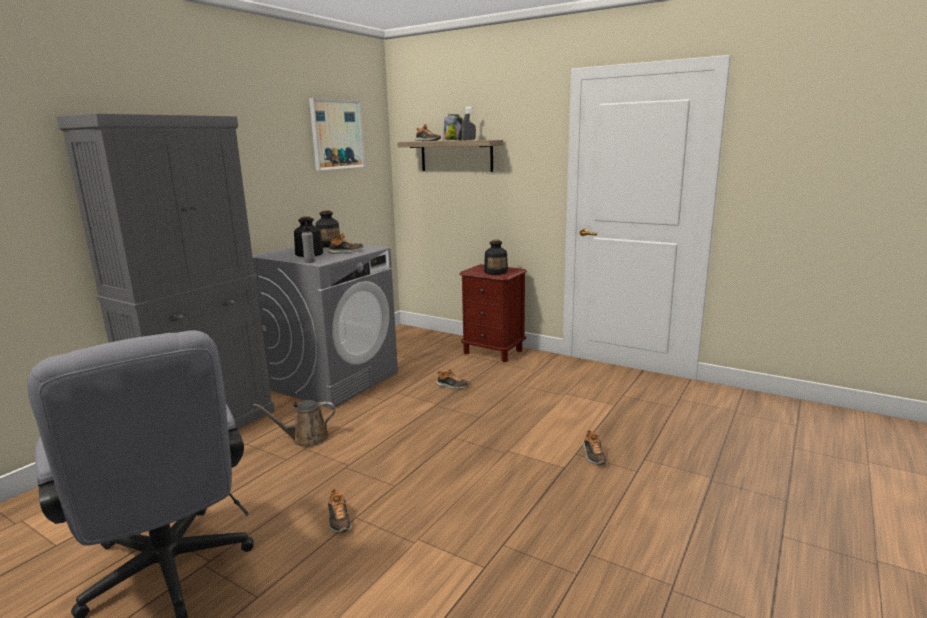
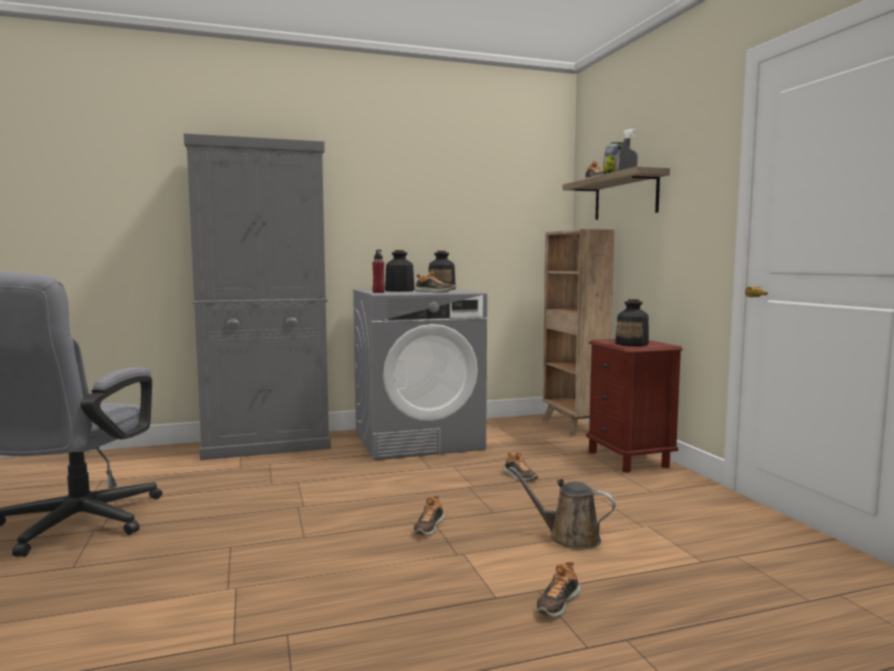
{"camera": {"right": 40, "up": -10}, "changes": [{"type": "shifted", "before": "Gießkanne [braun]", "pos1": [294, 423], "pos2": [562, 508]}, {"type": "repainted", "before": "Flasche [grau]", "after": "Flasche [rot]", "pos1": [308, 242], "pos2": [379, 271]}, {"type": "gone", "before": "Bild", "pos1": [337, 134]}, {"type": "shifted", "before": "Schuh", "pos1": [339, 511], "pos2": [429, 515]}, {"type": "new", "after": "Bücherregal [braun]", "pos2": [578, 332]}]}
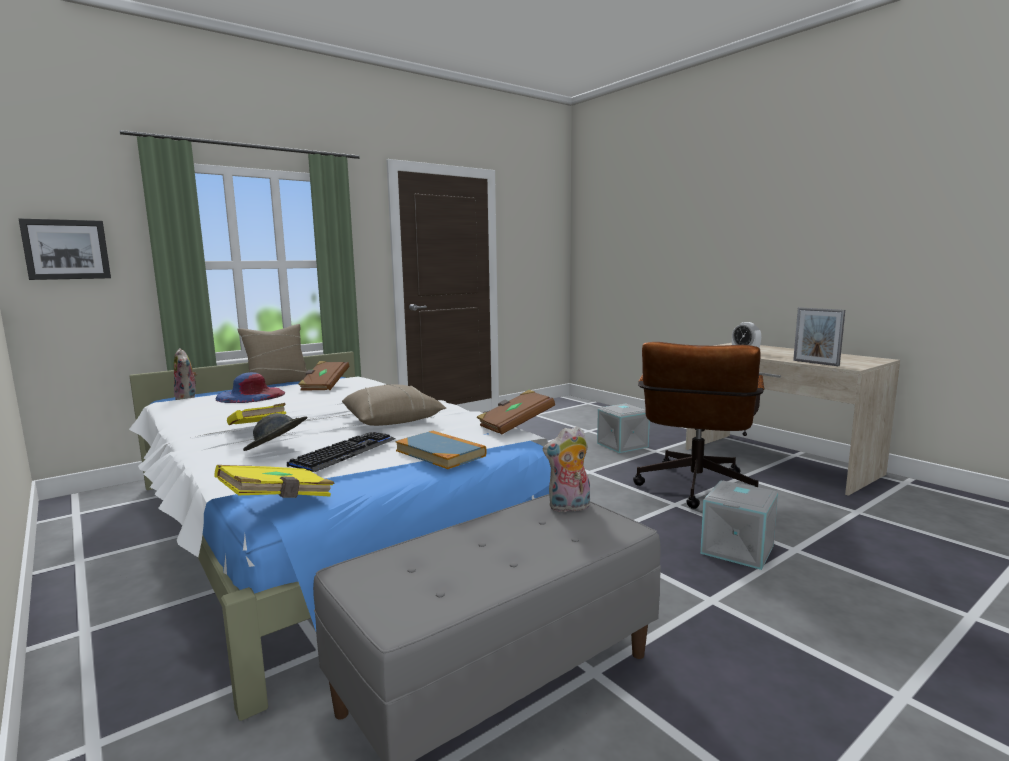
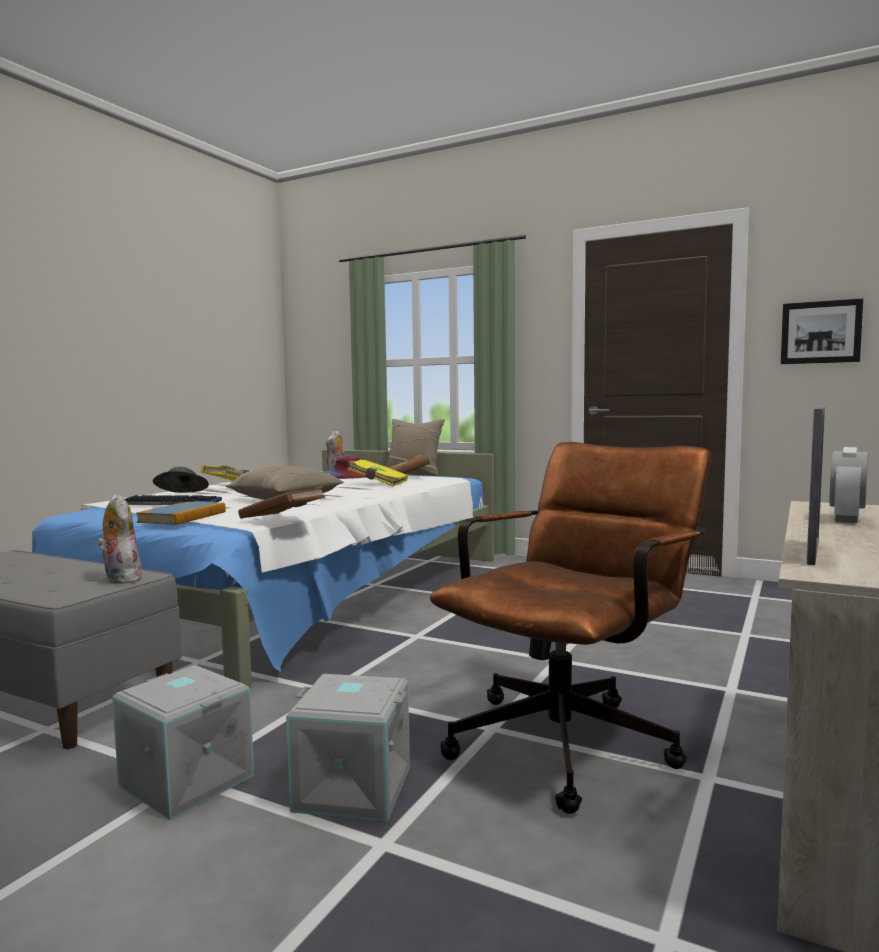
{"camera": {"right": 65, "up": -5}, "changes": [{"type": "shifted", "before": "Bild", "pos1": [65, 249], "pos2": [822, 331]}, {"type": "shifted", "before": "Buch [gelb]", "pos1": [274, 481], "pos2": [377, 473]}, {"type": "shifted", "before": "Aufbewahrungsbox [grau]", "pos1": [623, 428], "pos2": [183, 742]}, {"type": "rotated", "before": "Bürostuhl [braun]", "pos1": [698, 425], "pos2": [570, 628], "turn": 135}]}
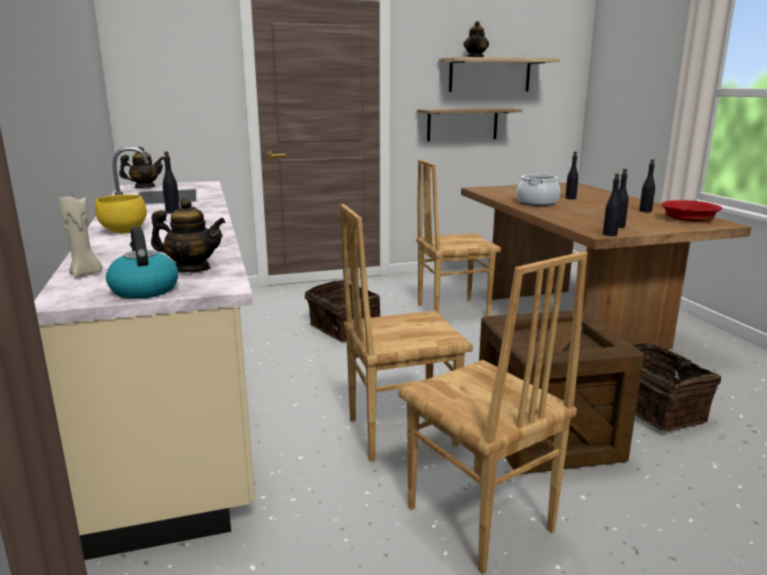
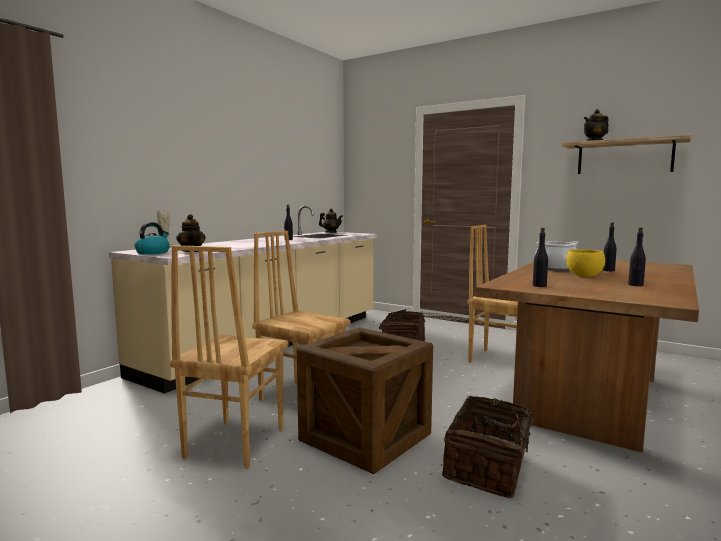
{"camera": {"right": 50, "up": -10}, "changes": [{"type": "shifted", "before": "Schüssel [gelb]", "pos1": [121, 214], "pos2": [585, 263]}, {"type": "gone", "before": "Wandregal", "pos1": [469, 124]}, {"type": "gone", "before": "Flasche [schwarz]", "pos1": [612, 204]}, {"type": "gone", "before": "Schüssel [rot]", "pos1": [691, 211]}]}
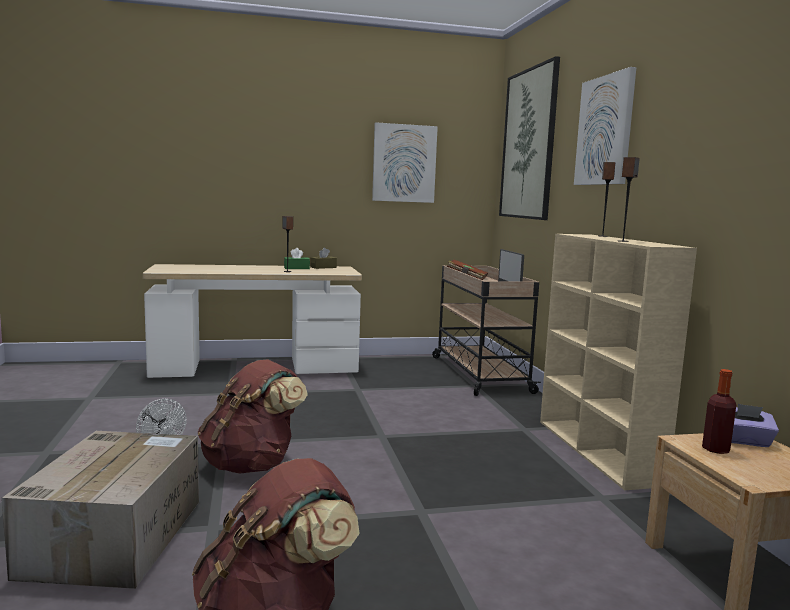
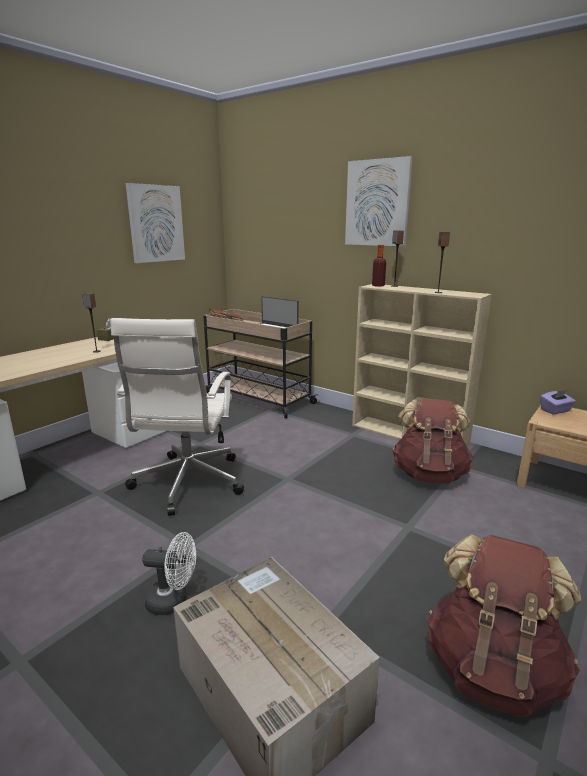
{"camera": {"right": -40, "up": 10}, "changes": [{"type": "shifted", "before": "Rucksack [braun]", "pos1": [253, 417], "pos2": [433, 441]}, {"type": "gone", "before": "Taschentuchbox [grün]", "pos1": [297, 258]}, {"type": "gone", "before": "Bild", "pos1": [529, 138]}, {"type": "shifted", "before": "Flasche", "pos1": [719, 411], "pos2": [379, 266]}, {"type": "new", "after": "Bürostuhl [weiß]", "pos2": [177, 417]}]}
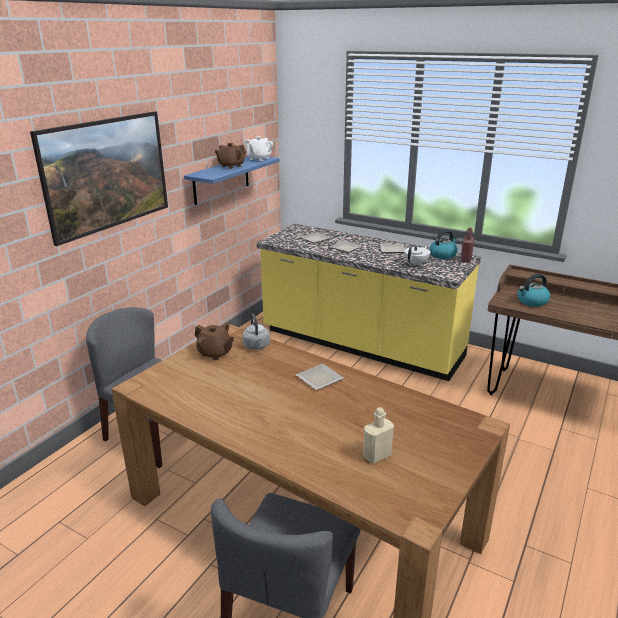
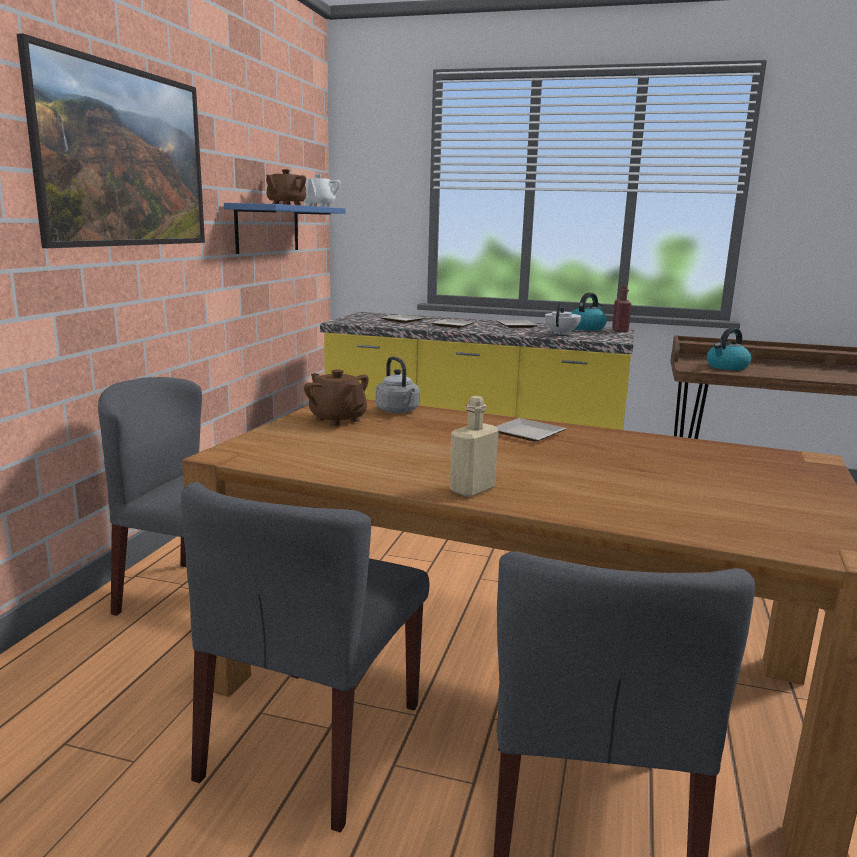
{"camera": {"right": -15, "up": -10}, "changes": [{"type": "rotated", "before": "Teekanne [braun]", "pos1": [214, 341], "pos2": [336, 397], "turn": -150}, {"type": "shifted", "before": "Flasche [beige]", "pos1": [378, 435], "pos2": [474, 446]}, {"type": "new", "after": "Stuhl [grau]", "pos2": [305, 657]}]}
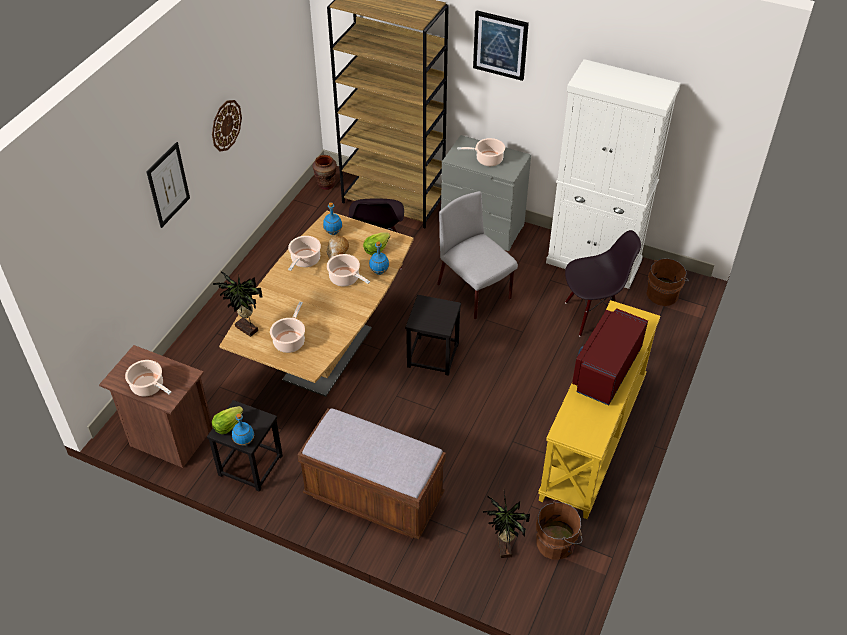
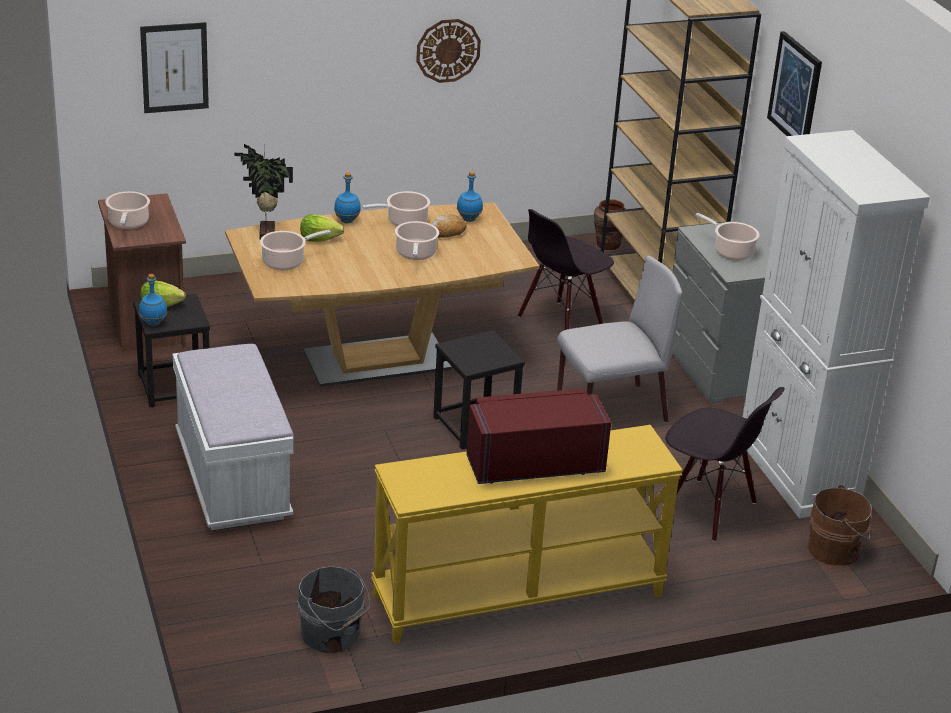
{"camera": {"right": 45, "up": -15}, "changes": [{"type": "shifted", "before": "Bild", "pos1": [168, 185], "pos2": [174, 67]}, {"type": "repainted", "before": "Bank [braun]", "after": "Bank [weiß]", "pos1": [371, 474], "pos2": [233, 437]}, {"type": "shifted", "before": "Salatkopf", "pos1": [376, 243], "pos2": [322, 228]}, {"type": "shifted", "before": "Flasche [blau]", "pos1": [379, 258], "pos2": [347, 198]}, {"type": "rotated", "before": "Stuhl [grau]", "pos1": [477, 255], "pos2": [619, 339], "turn": 60}, {"type": "gone", "before": "Topfpflanze", "pos1": [506, 525]}, {"type": "repainted", "before": "Eimer [braun]", "after": "Eimer [grau]", "pos1": [559, 530], "pos2": [334, 609]}]}
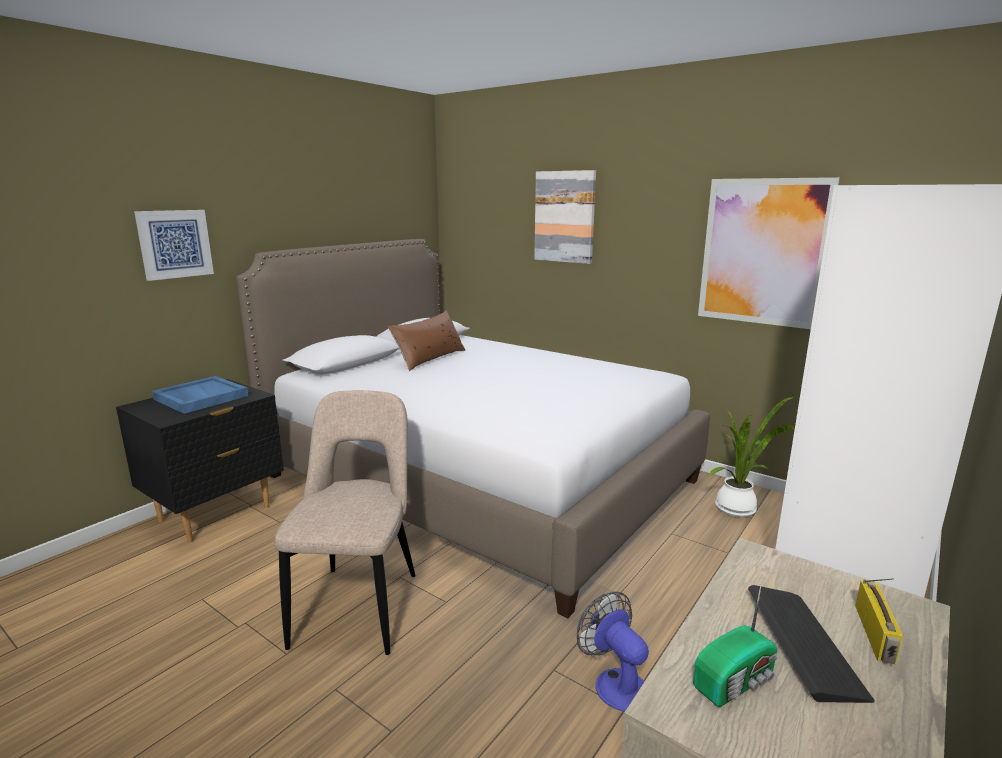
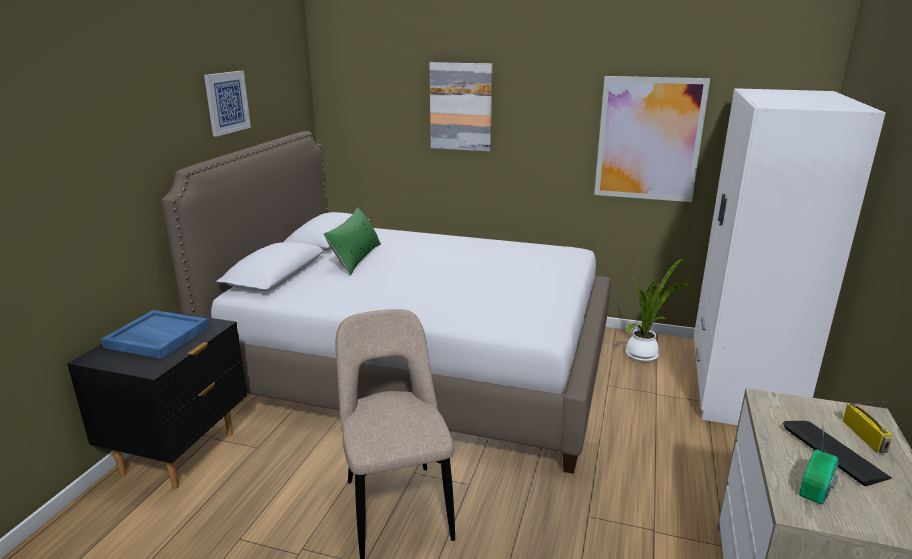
{"camera": {"right": -20, "up": 5}, "changes": [{"type": "shifted", "before": "Bild", "pos1": [174, 245], "pos2": [227, 104]}, {"type": "repainted", "before": "Kissen [braun]", "after": "Kissen [grün]", "pos1": [426, 341], "pos2": [352, 241]}, {"type": "gone", "before": "Ventilator", "pos1": [613, 652]}]}
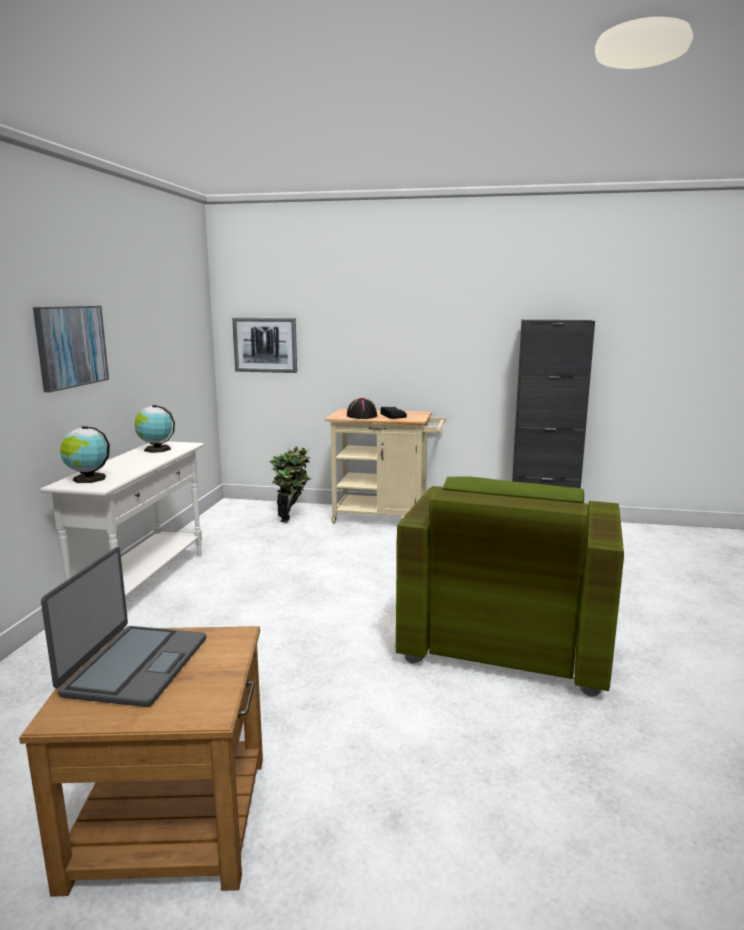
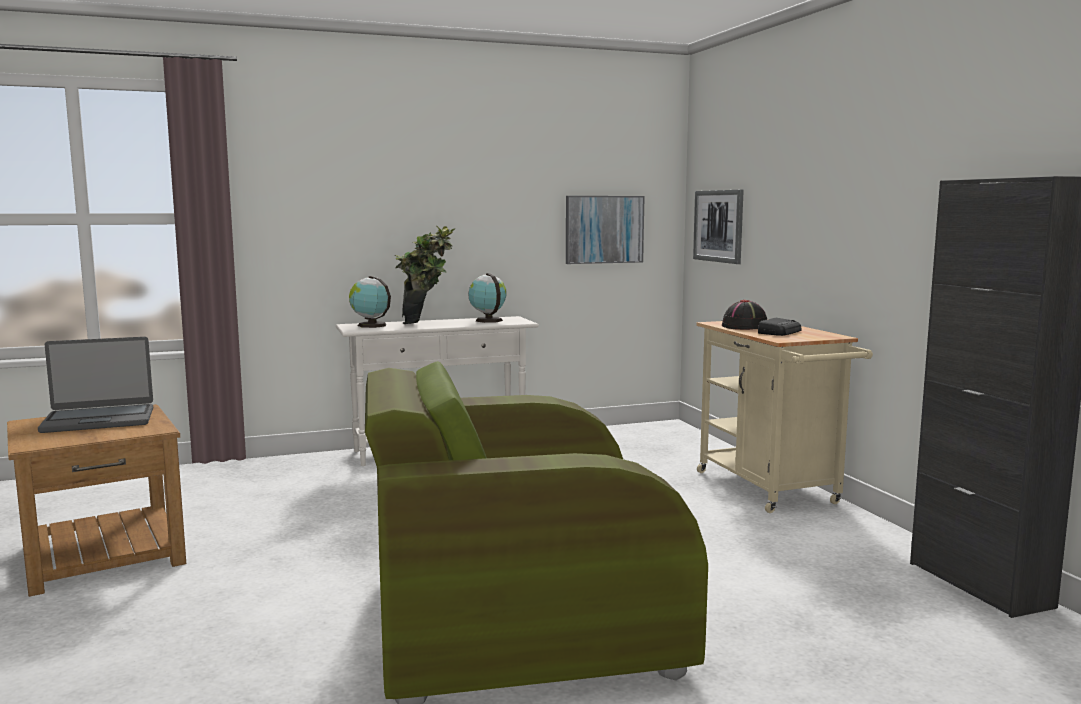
{"camera": {"right": 60, "up": -5}, "changes": [{"type": "shifted", "before": "Bild", "pos1": [71, 349], "pos2": [605, 230]}, {"type": "shifted", "before": "Topfpflanze", "pos1": [290, 484], "pos2": [425, 275]}]}
